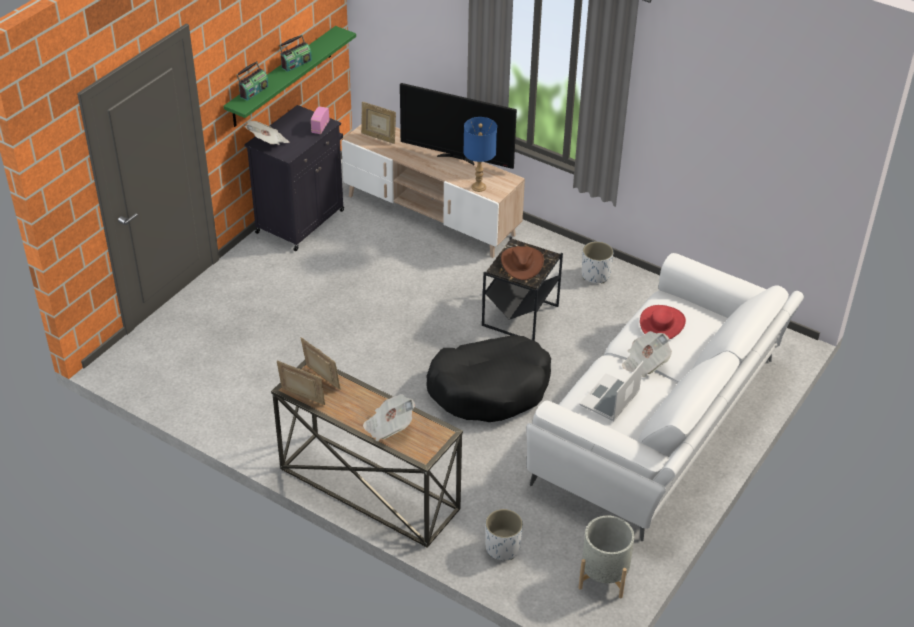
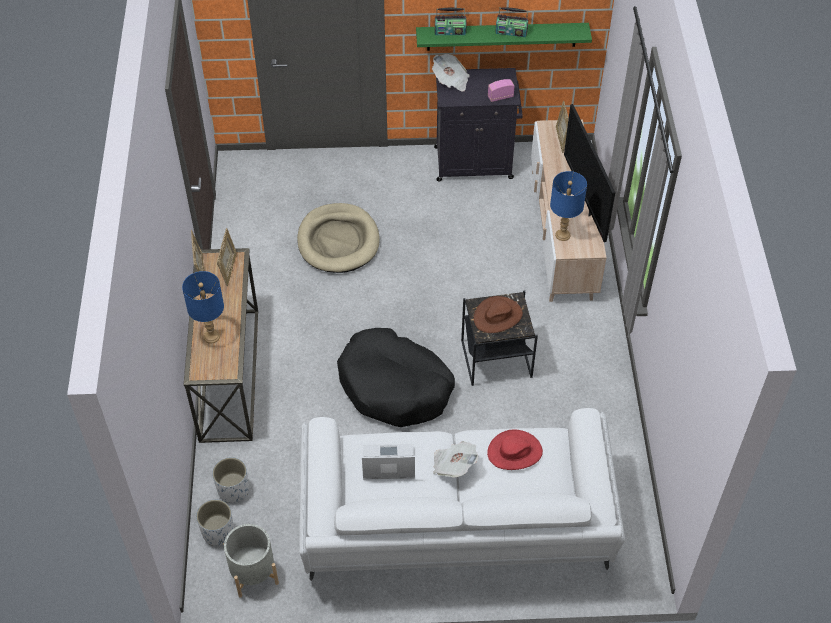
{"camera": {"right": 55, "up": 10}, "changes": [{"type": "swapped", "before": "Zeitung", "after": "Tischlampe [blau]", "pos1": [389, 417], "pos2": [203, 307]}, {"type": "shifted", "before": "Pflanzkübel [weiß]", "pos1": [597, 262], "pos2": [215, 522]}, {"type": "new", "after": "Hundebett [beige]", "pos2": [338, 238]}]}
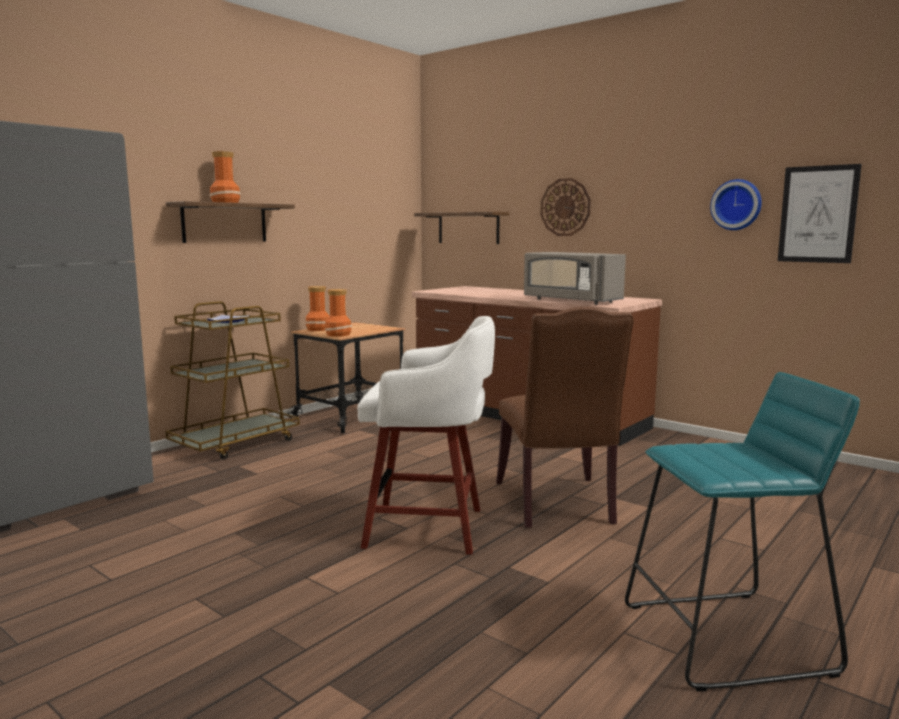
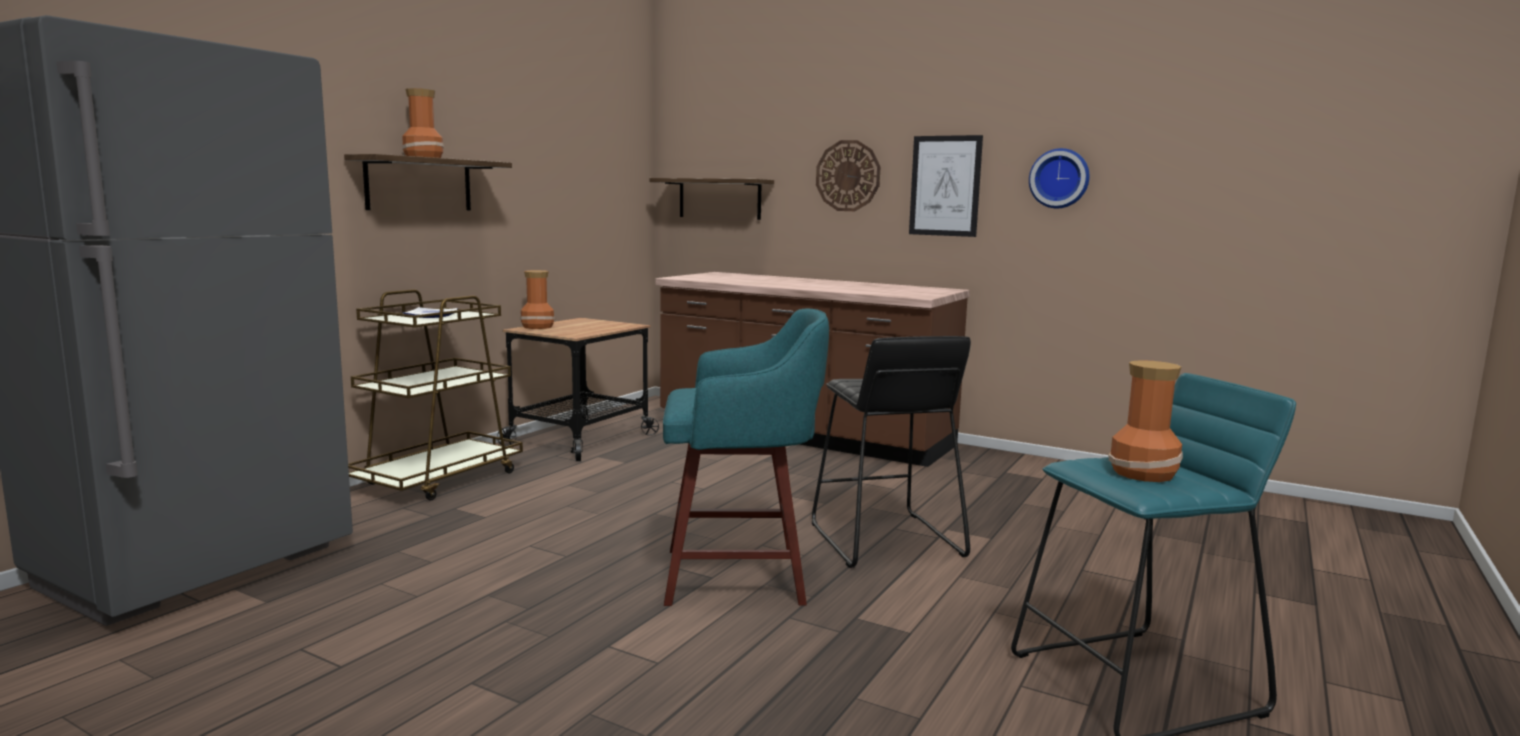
{"camera": {"right": -10, "up": 0}, "changes": [{"type": "shifted", "before": "Vase", "pos1": [338, 312], "pos2": [1145, 421]}, {"type": "repainted", "before": "Hocker [weiß]", "after": "Hocker [türkis]", "pos1": [426, 435], "pos2": [746, 457]}, {"type": "swapped", "before": "Stuhl [braun]", "after": "Hocker [schwarz]", "pos1": [565, 417], "pos2": [891, 452]}, {"type": "gone", "before": "Mikrowelle [grau]", "pos1": [575, 278]}, {"type": "shifted", "before": "Bild", "pos1": [820, 213], "pos2": [946, 186]}]}
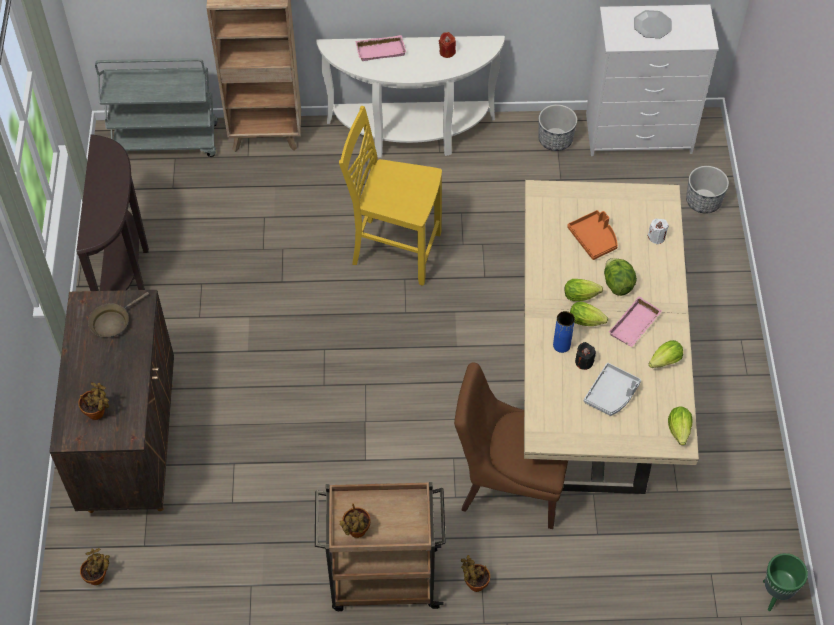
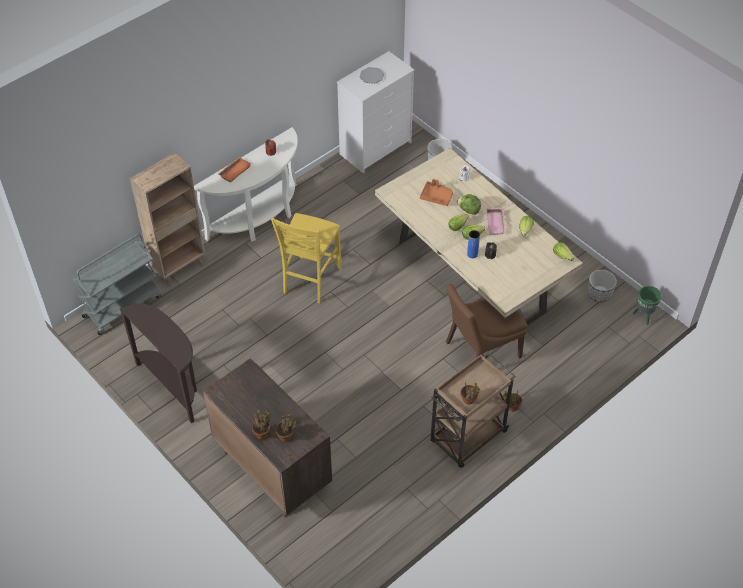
{"camera": {"right": -40, "up": -5}, "changes": [{"type": "shifted", "before": "Topfpflanze", "pos1": [95, 566], "pos2": [261, 424]}, {"type": "gone", "before": "Pfanne [braun]", "pos1": [118, 314]}, {"type": "rotated", "before": "Stuhl [gelb]", "pos1": [390, 196], "pos2": [306, 258], "turn": -45}, {"type": "repainted", "before": "Tablett [rosa]", "after": "Tablett [orange]", "pos1": [380, 48], "pos2": [235, 170]}, {"type": "shifted", "before": "Pflanzkübel", "pos1": [557, 127], "pos2": [602, 286]}, {"type": "gone", "before": "Tablett [grau]", "pos1": [612, 389]}]}
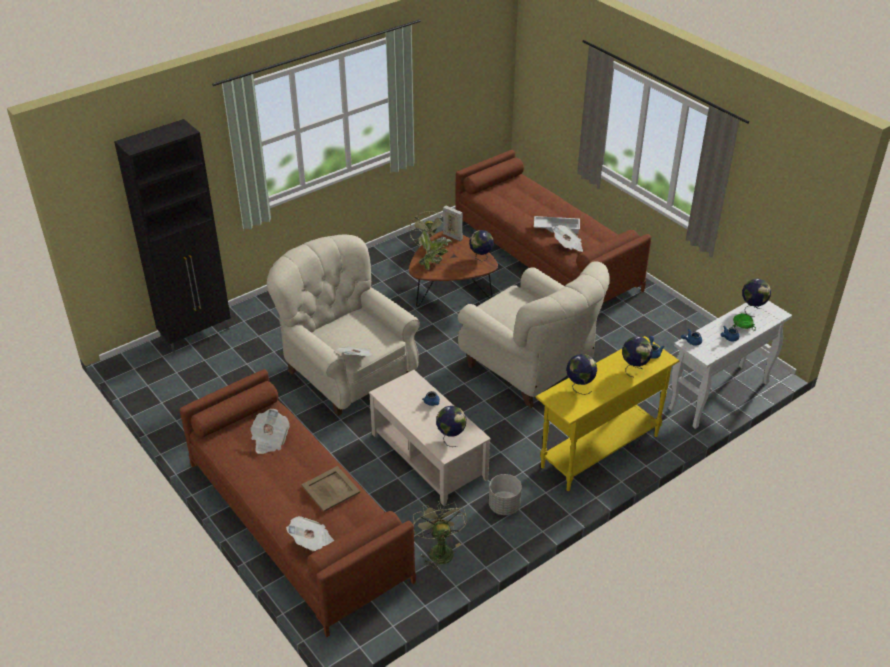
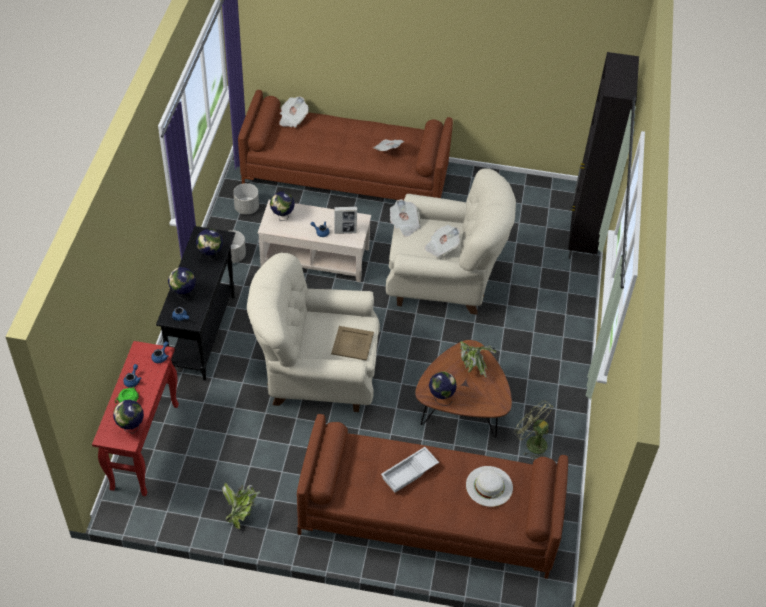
{"camera": {"right": 135, "up": 10}, "changes": [{"type": "shifted", "before": "Tablett [beige]", "pos1": [330, 489], "pos2": [352, 343]}, {"type": "swapped", "before": "Ventilator [grün]", "after": "Pflanzkübel [grau]", "pos1": [440, 536], "pos2": [246, 199]}, {"type": "shifted", "before": "Bilderrahmen", "pos1": [453, 223], "pos2": [345, 220]}, {"type": "repainted", "before": "Konsolentisch [gelb]", "after": "Konsolentisch [schwarz]", "pos1": [607, 413], "pos2": [195, 303]}, {"type": "shifted", "before": "Zeitung", "pos1": [567, 238], "pos2": [442, 241]}, {"type": "repainted", "before": "Konsolentisch [weiß]", "after": "Konsolentisch [rot]", "pos1": [730, 365], "pos2": [135, 418]}, {"type": "new", "after": "Topfpflanze", "pos2": [241, 505]}, {"type": "new", "after": "Hut [weiß]", "pos2": [489, 486]}]}
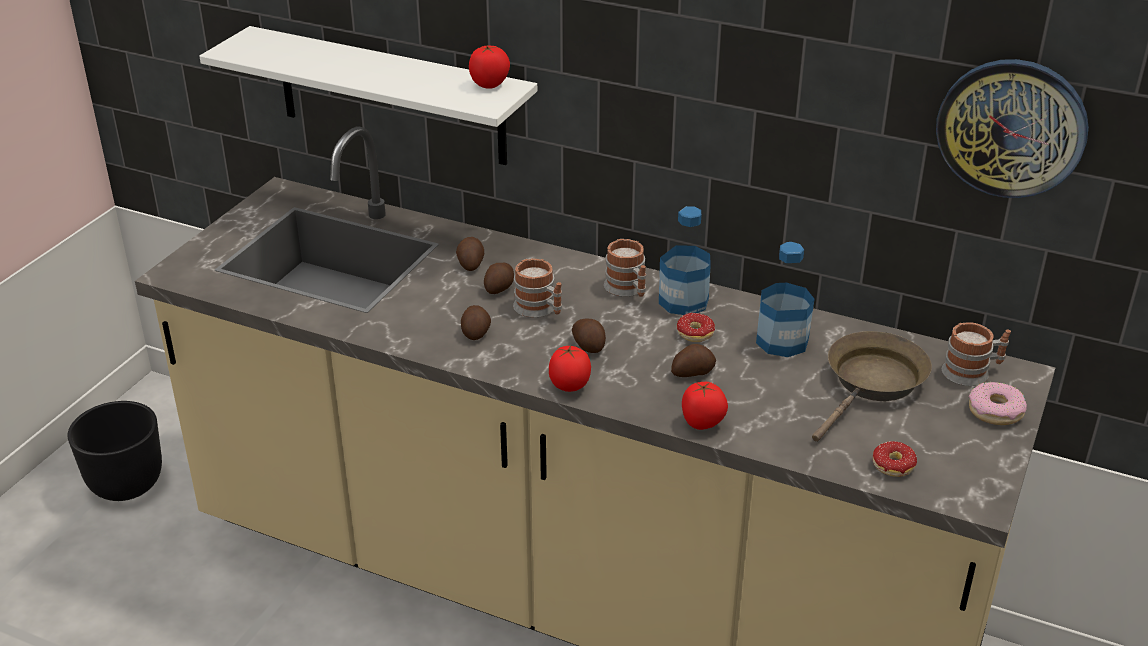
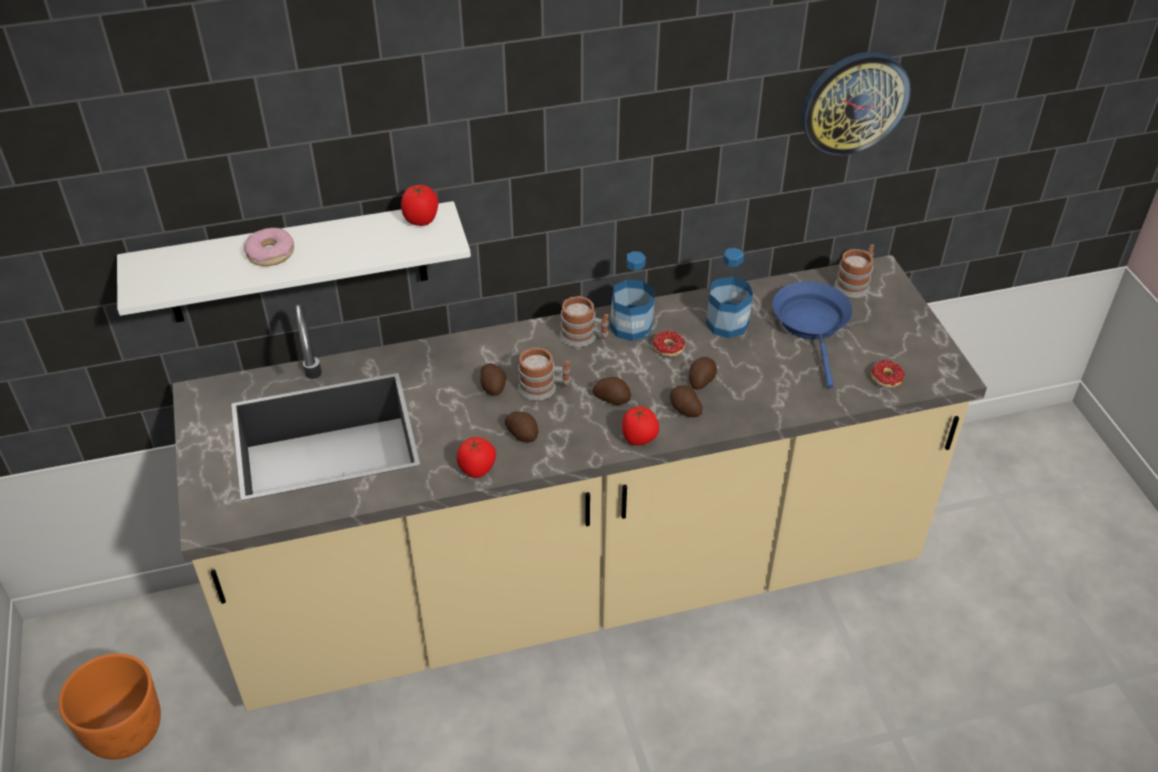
{"camera": {"right": -40, "up": 10}, "changes": [{"type": "repainted", "before": "Pflanzkübel [schwarz]", "after": "Pflanzkübel [orange]", "pos1": [114, 451], "pos2": [109, 706]}, {"type": "shifted", "before": "Kartoffel", "pos1": [470, 254], "pos2": [686, 401]}, {"type": "shifted", "before": "Tomate", "pos1": [705, 406], "pos2": [476, 457]}, {"type": "repainted", "before": "Pfanne [braun]", "after": "Pfanne [blau]", "pos1": [872, 386], "pos2": [813, 335]}, {"type": "shifted", "before": "Donut", "pos1": [998, 403], "pos2": [269, 247]}]}
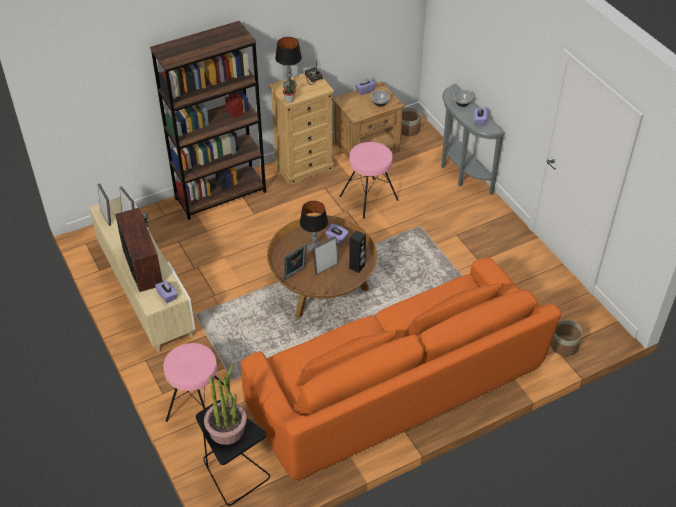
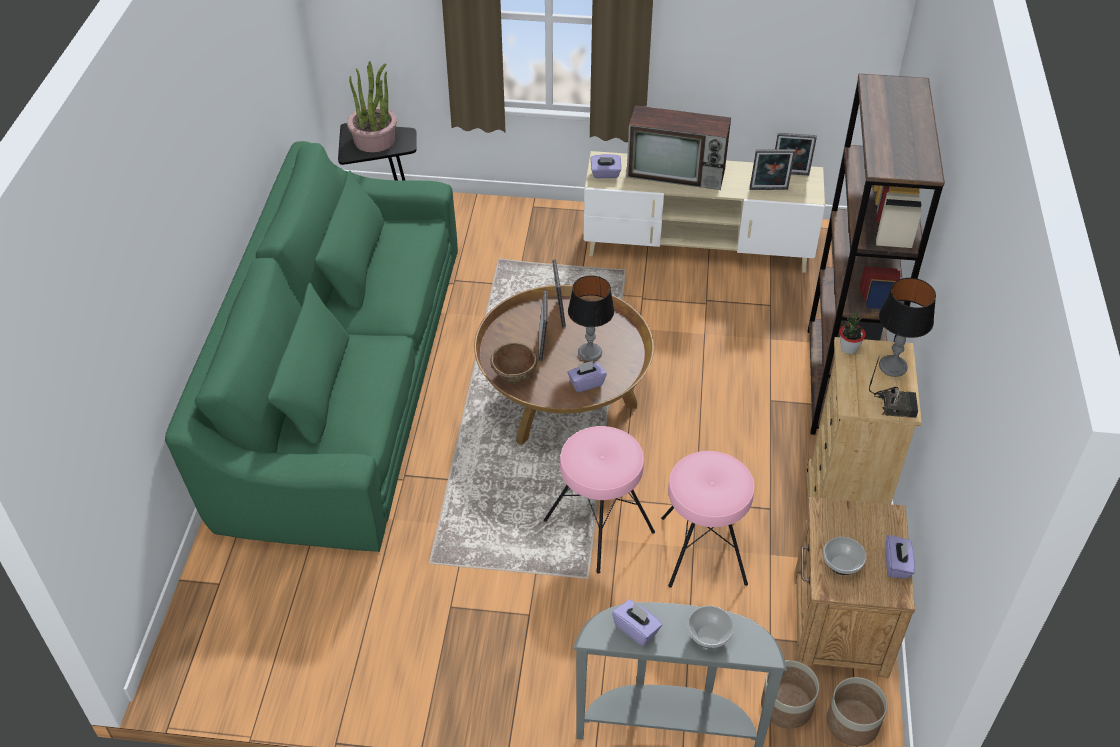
{"camera": {"right": 125, "up": 0}, "changes": [{"type": "shifted", "before": "Hocker [rosa]", "pos1": [194, 382], "pos2": [599, 499]}, {"type": "repainted", "before": "Sofa [orange]", "after": "Sofa [grün]", "pos1": [400, 369], "pos2": [311, 346]}, {"type": "swapped", "before": "Lautsprecher [schwarz]", "after": "Schüssel [braun]", "pos1": [357, 252], "pos2": [514, 363]}, {"type": "shifted", "before": "Pflanzkübel", "pos1": [567, 338], "pos2": [790, 694]}]}
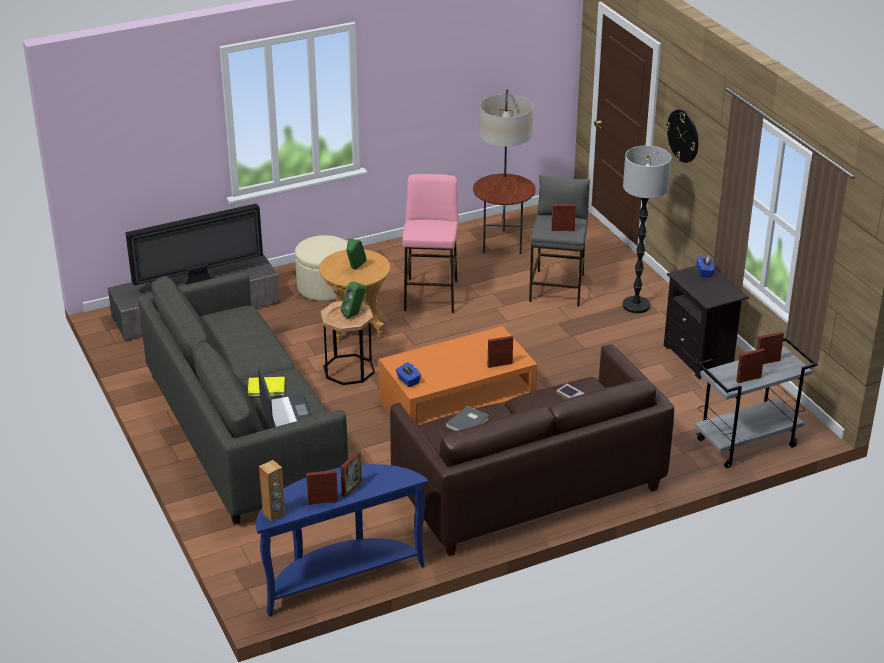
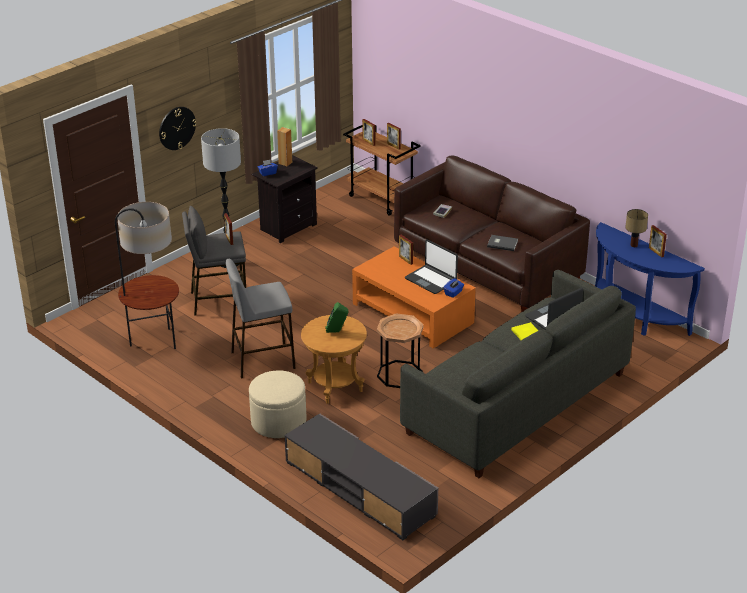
{"camera": {"right": -110, "up": 0}, "changes": [{"type": "gone", "before": "Fernseher", "pos1": [194, 244]}, {"type": "shifted", "before": "Lautsprecher [braun]", "pos1": [272, 491], "pos2": [284, 146]}, {"type": "gone", "before": "Lautsprecher [grün]", "pos1": [353, 300]}, {"type": "swapped", "before": "Bilderrahmen", "after": "Tischlampe", "pos1": [351, 474], "pos2": [636, 228]}, {"type": "repainted", "before": "Hocker [rosa]", "after": "Hocker [grau]", "pos1": [430, 243], "pos2": [261, 319]}, {"type": "repainted", "before": "Rollwagen [grau]", "after": "Rollwagen [braun]", "pos1": [755, 402], "pos2": [382, 170]}, {"type": "new", "after": "Laptop", "pos2": [431, 267]}]}
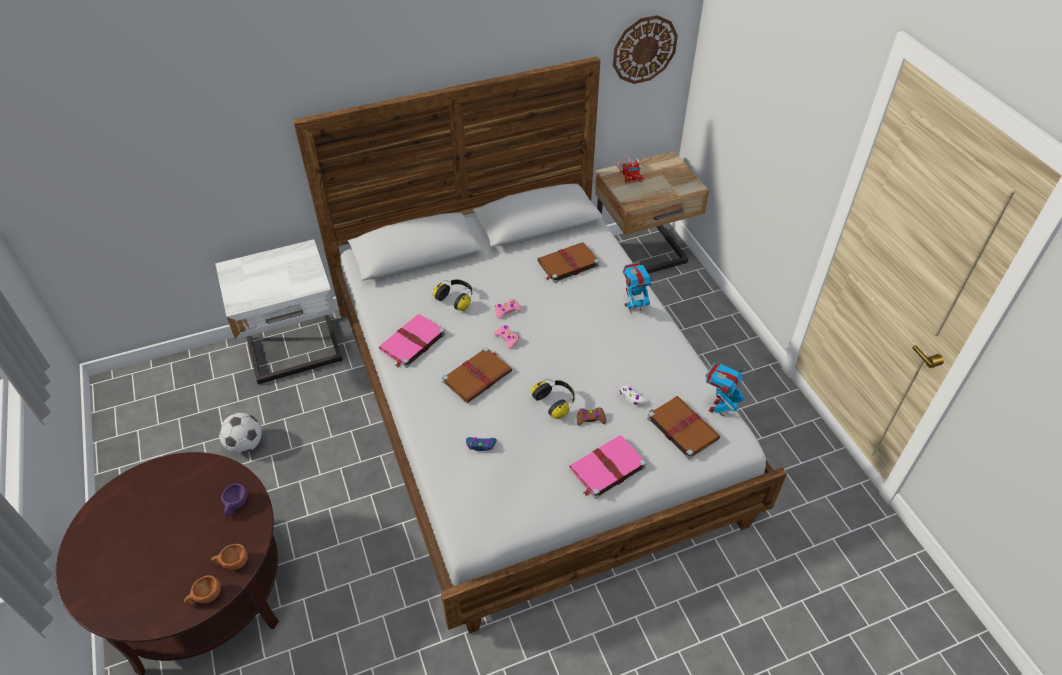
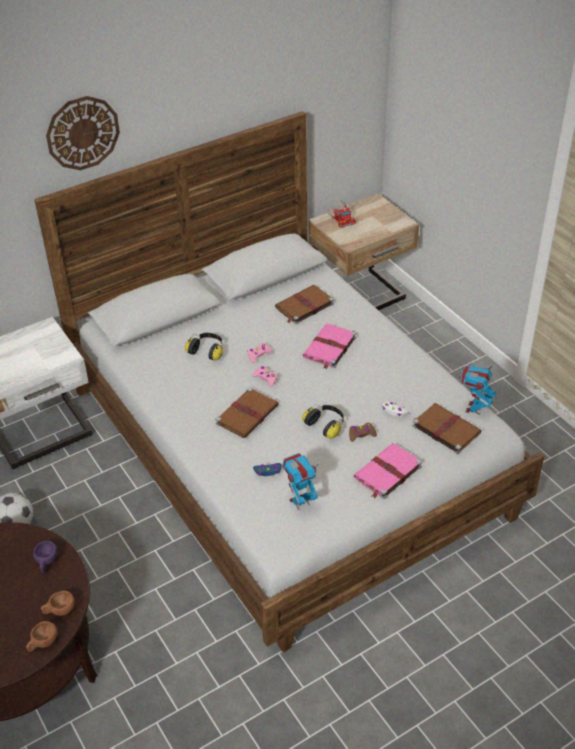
{"camera": {"right": -10, "up": -5}, "changes": [{"type": "shifted", "before": "Buch [rosa]", "pos1": [412, 341], "pos2": [329, 346]}, {"type": "shifted", "before": "Wanduhr", "pos1": [645, 49], "pos2": [83, 133]}, {"type": "shifted", "before": "Spielzeugroboter", "pos1": [639, 288], "pos2": [300, 481]}]}
